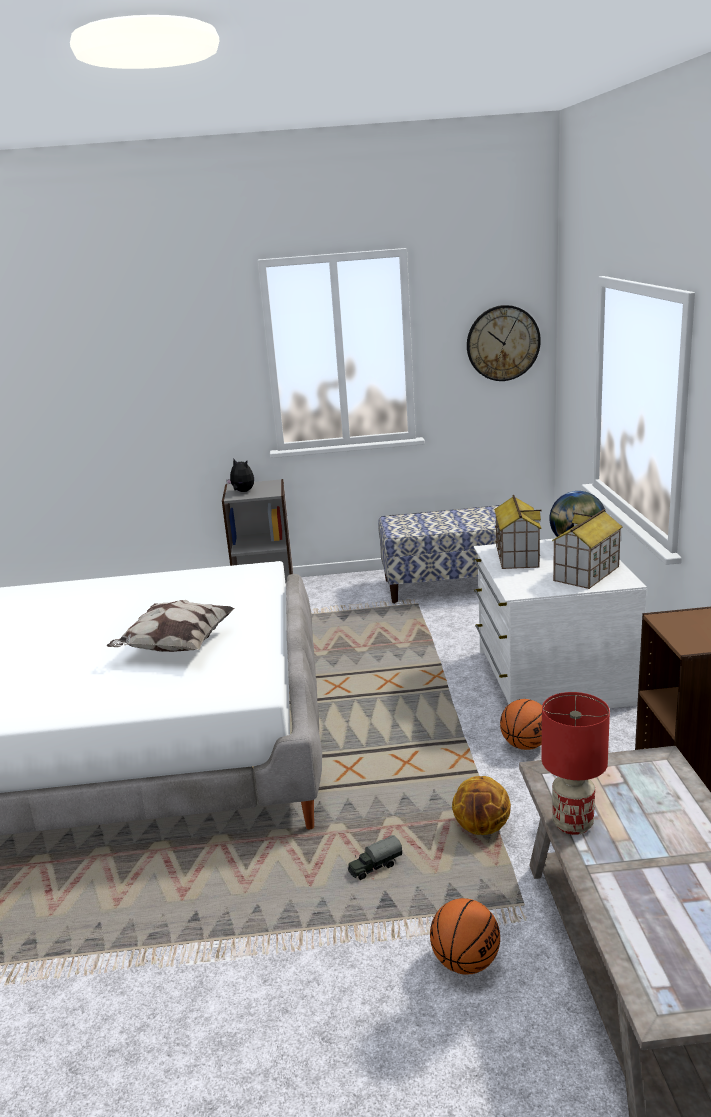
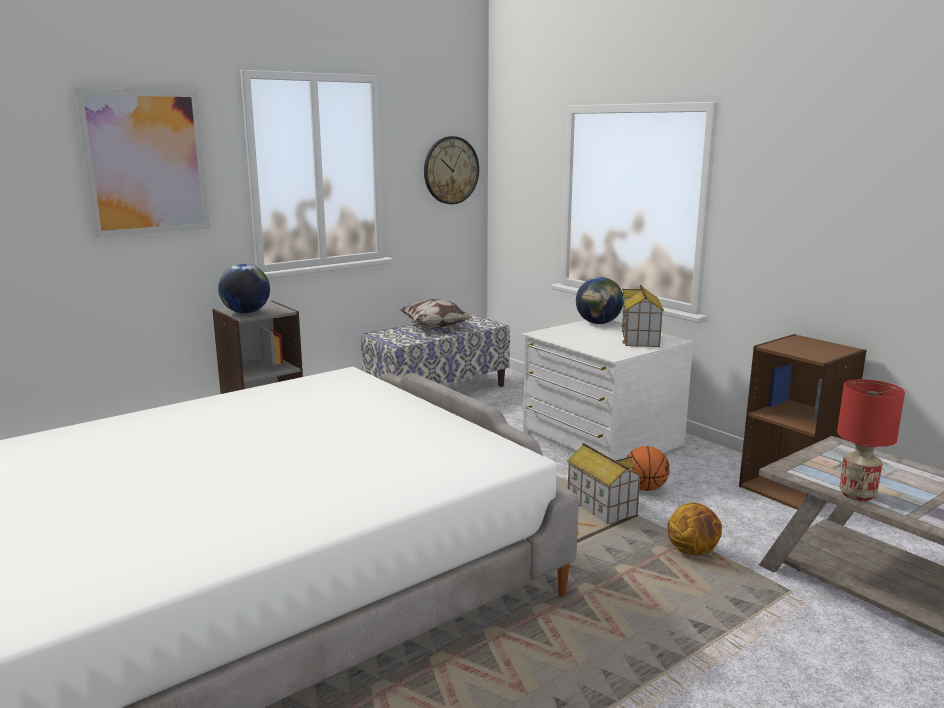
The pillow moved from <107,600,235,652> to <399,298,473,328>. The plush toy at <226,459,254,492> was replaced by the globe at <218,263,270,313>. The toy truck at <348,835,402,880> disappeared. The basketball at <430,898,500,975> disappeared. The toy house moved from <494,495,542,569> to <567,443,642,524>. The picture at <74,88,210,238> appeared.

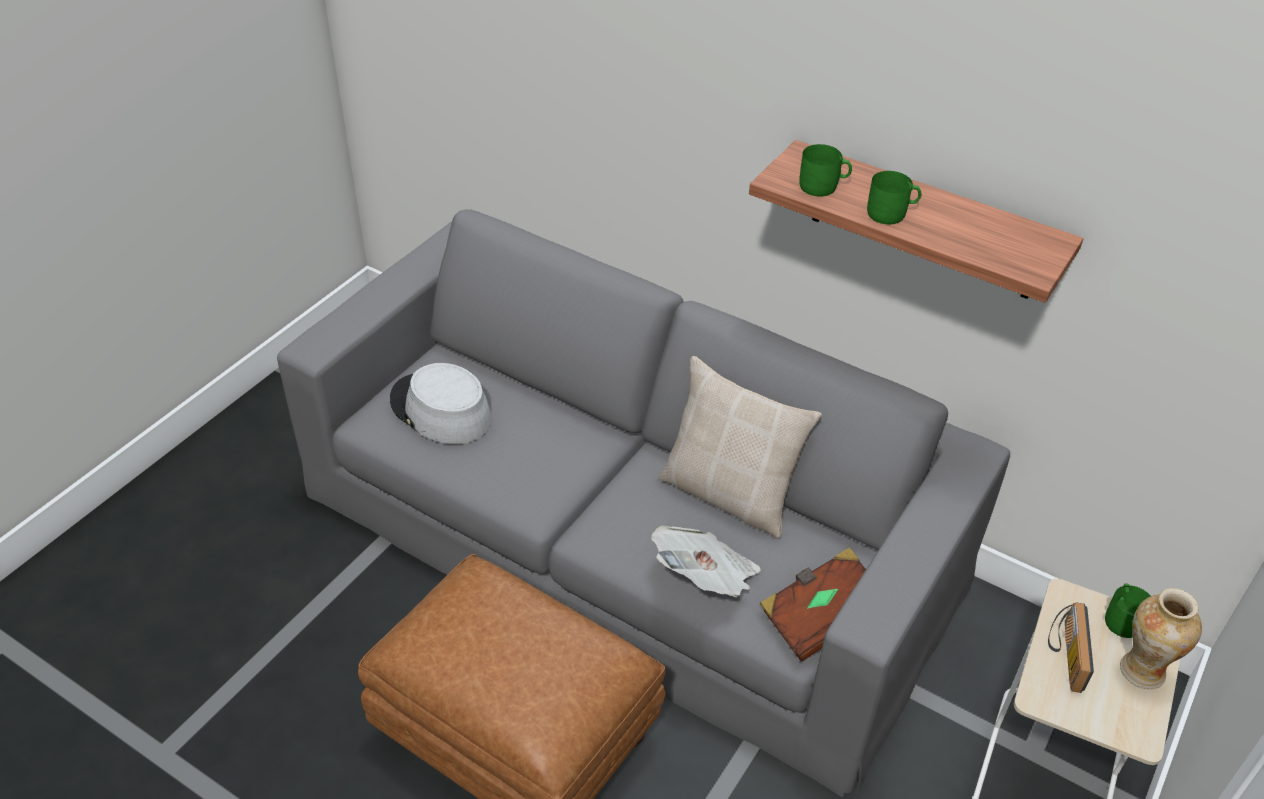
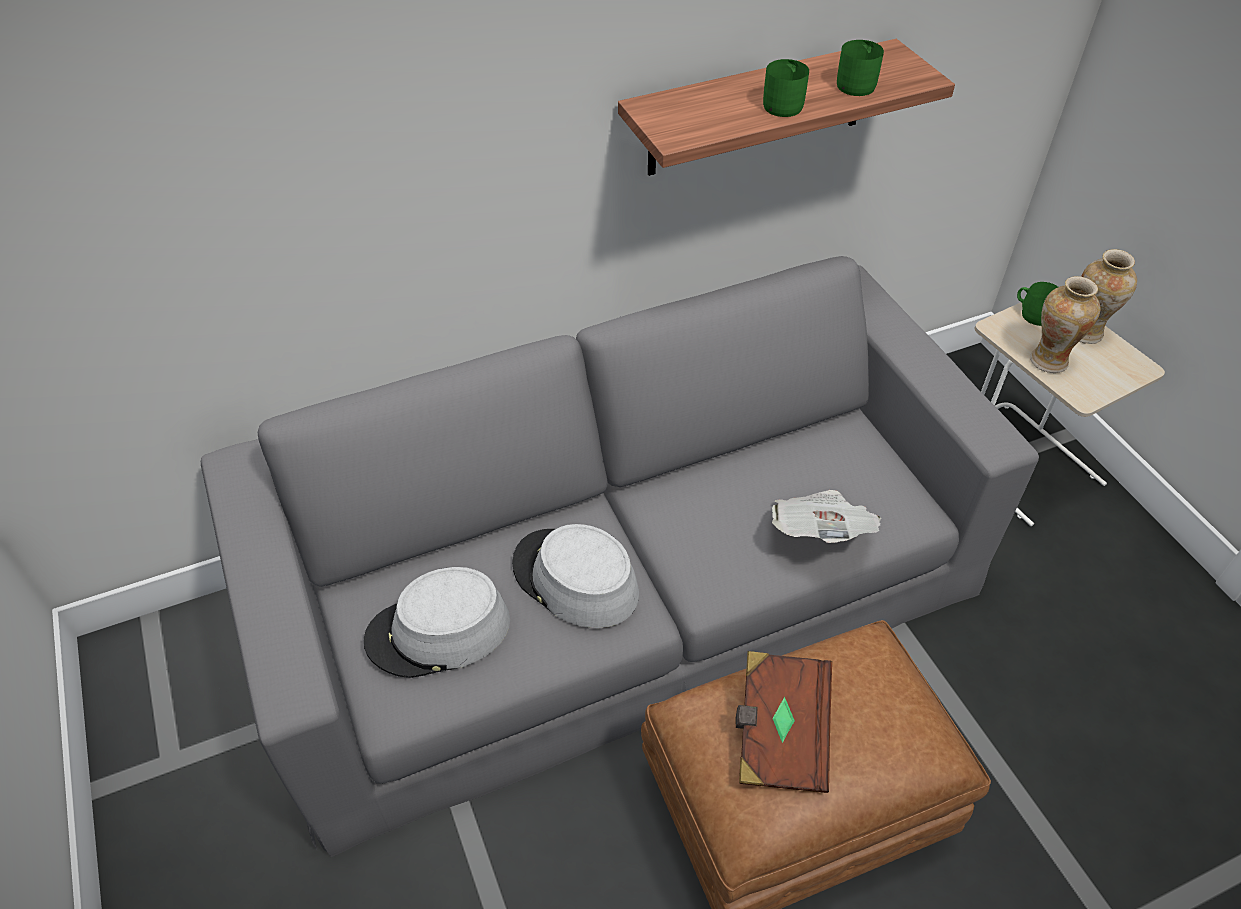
The beige pillow at <658,356,822,539> disappeared. The brown book moved from <760,547,866,662> to <736,651,832,793>. The green mug moved from <799,144,852,197> to <837,40,884,96>. The radio at <1048,602,1094,693> was replaced by the vase at <1030,276,1101,373>. The grey hat at <512,524,639,628> appeared.

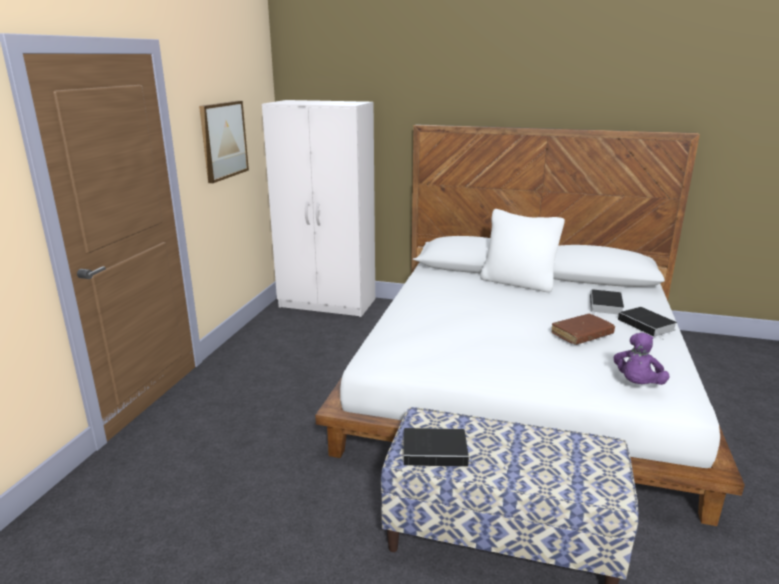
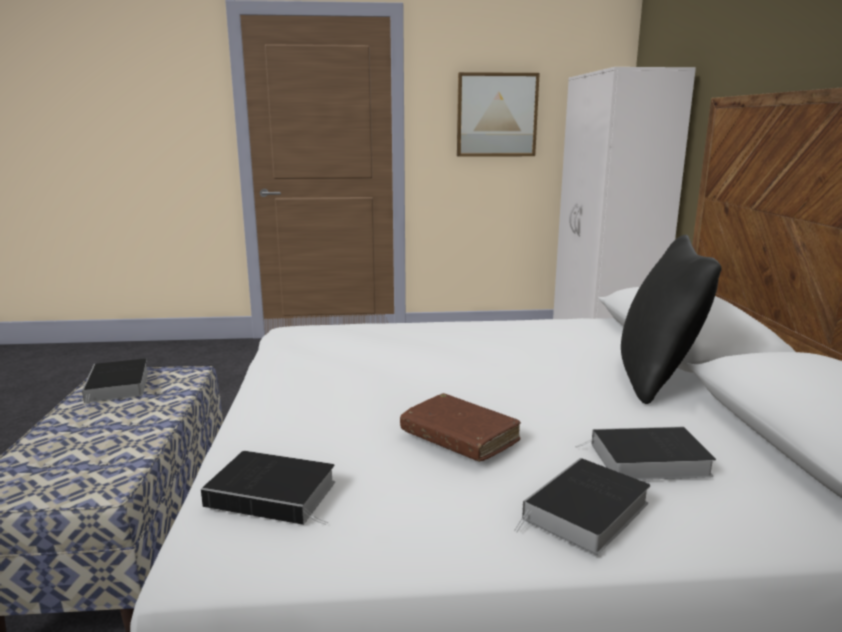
The white pillow at <480,209,565,292> became the black pillow at <621,235,722,404>. The purple plush toy at <613,333,670,385> was replaced by the book at <201,451,335,525>.

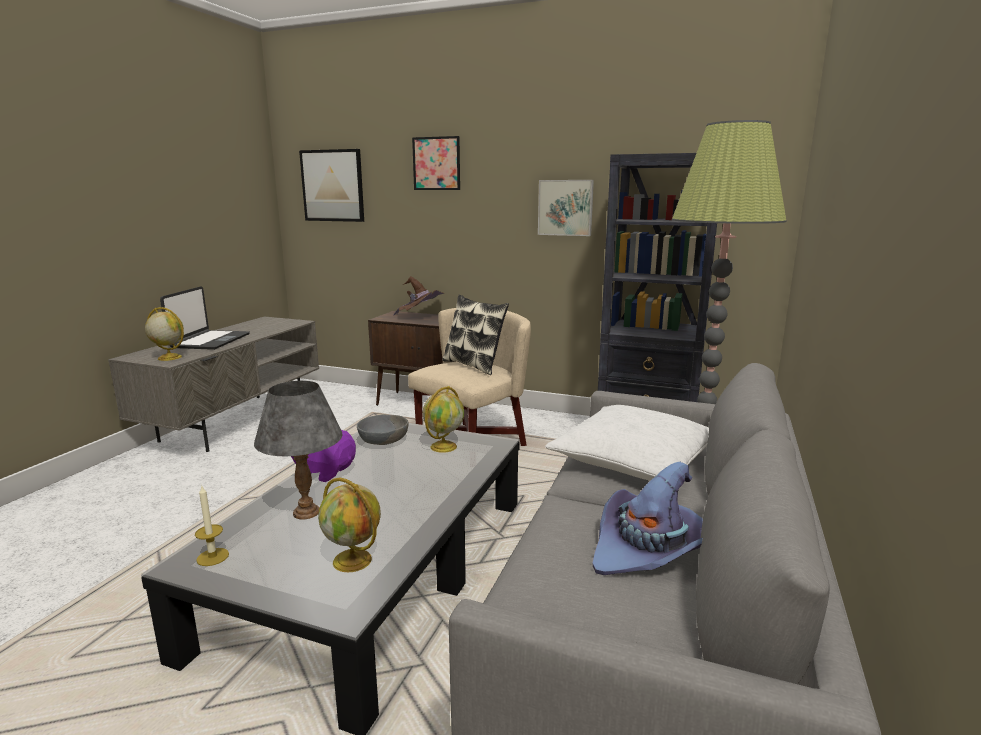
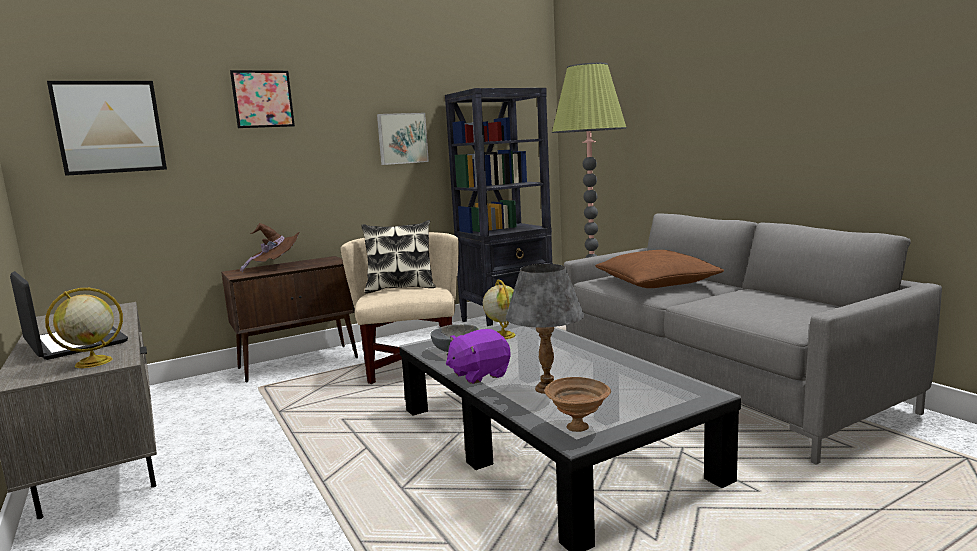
The candle at <195,486,229,566> was replaced by the brown bowl at <545,377,611,432>. The globe at <318,478,381,572> disappeared. The white pillow at <545,405,709,481> became the brown pillow at <595,250,724,288>. The purple hat at <593,462,703,575> disappeared.

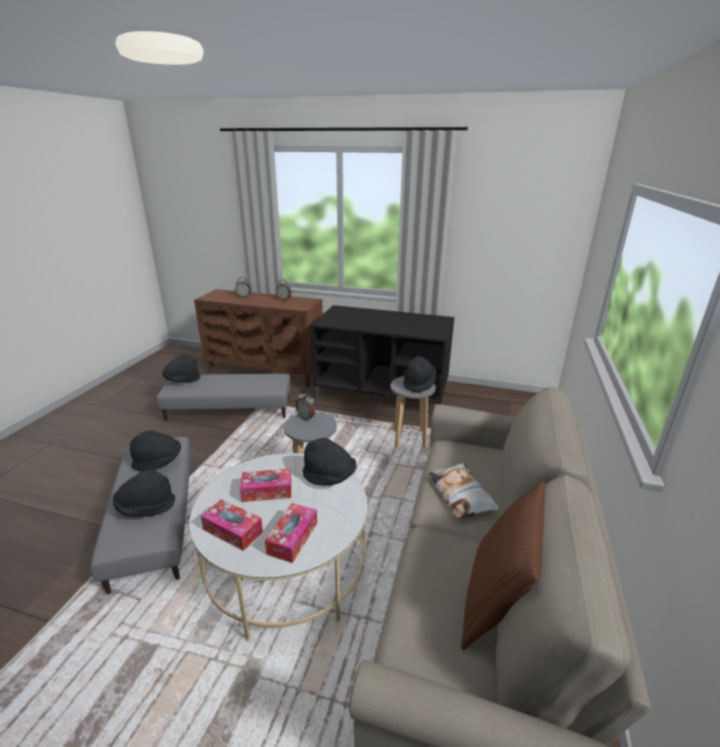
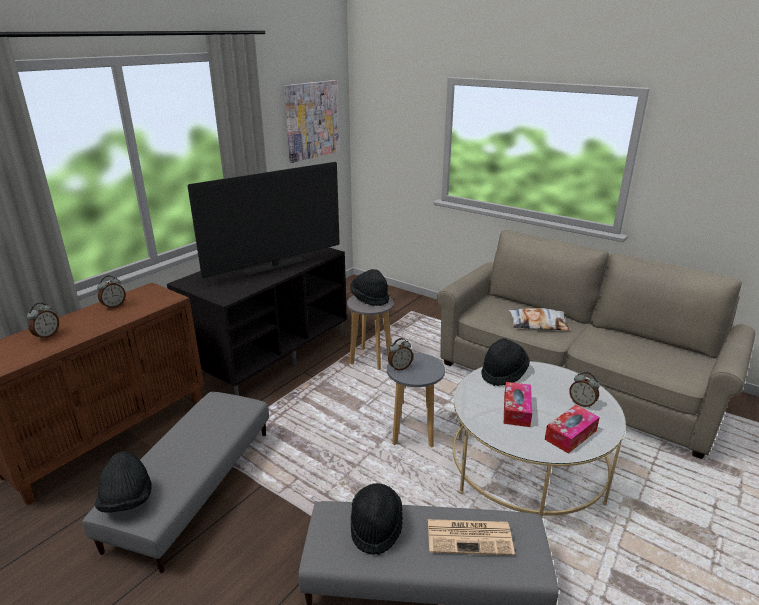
The black hat at <113,470,175,517> was replaced by the newspaper at <428,519,515,556>. The tissue box at <265,503,317,563> was replaced by the alarm clock at <569,372,600,408>. The brown pillow at <461,481,545,650> disappeared. The television at <187,162,340,279> appeared. The picture at <284,80,339,163> appeared.

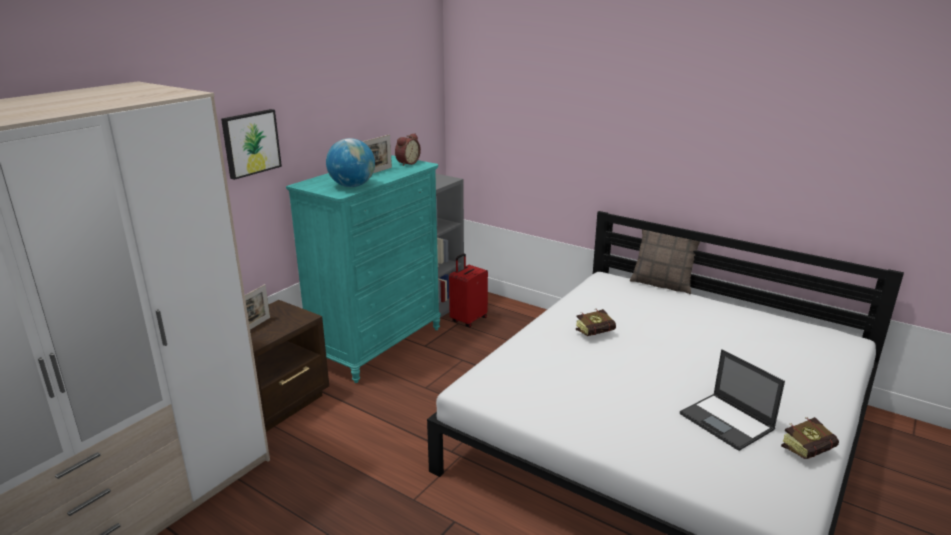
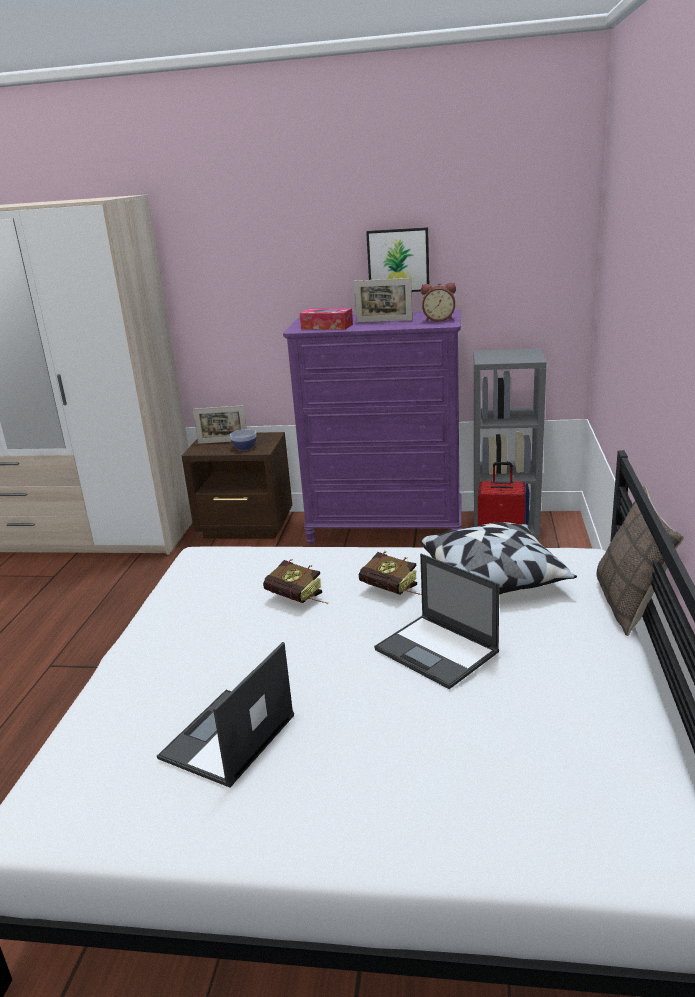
The picture moved from <221,109,282,180> to <366,227,429,292>. The turquoise dresser at <286,155,441,383> became the purple dresser at <283,310,462,545>. The globe at <326,138,375,187> was replaced by the tissue box at <300,308,353,330>. The book moved from <781,417,839,459> to <263,559,328,604>. The bowl at <230,429,256,450> appeared. The laptop at <374,554,499,689> appeared. The pillow at <420,522,577,595> appeared.

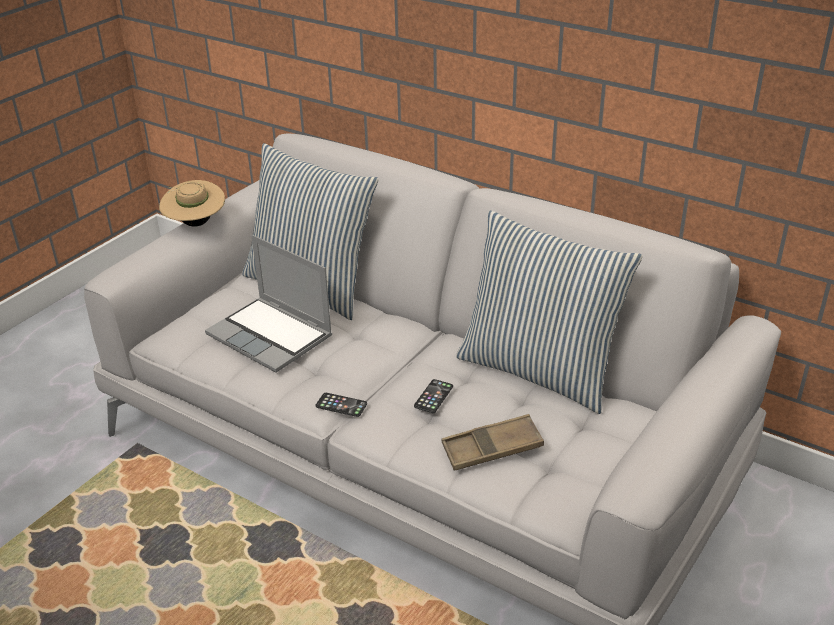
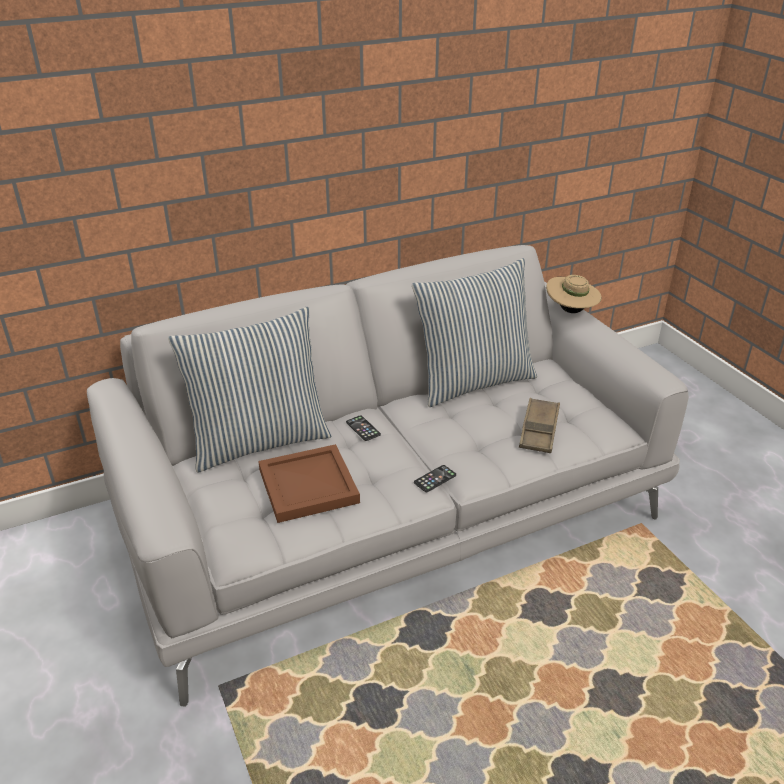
The beige hat moved from <159,180,225,227> to <546,275,602,313>. The laptop at <205,235,332,372> was replaced by the brown tray at <258,444,360,523>. The phone moved from <414,379,453,413> to <346,415,381,441>.

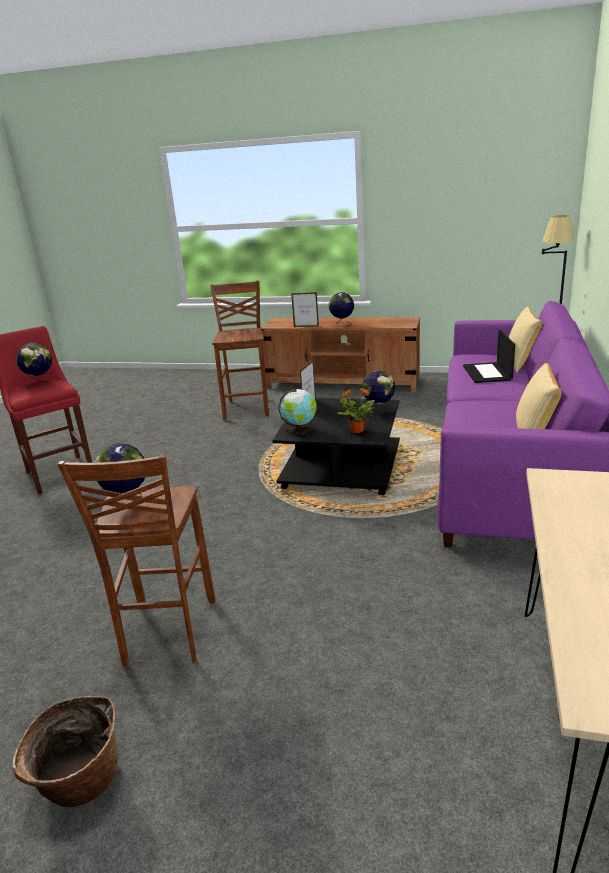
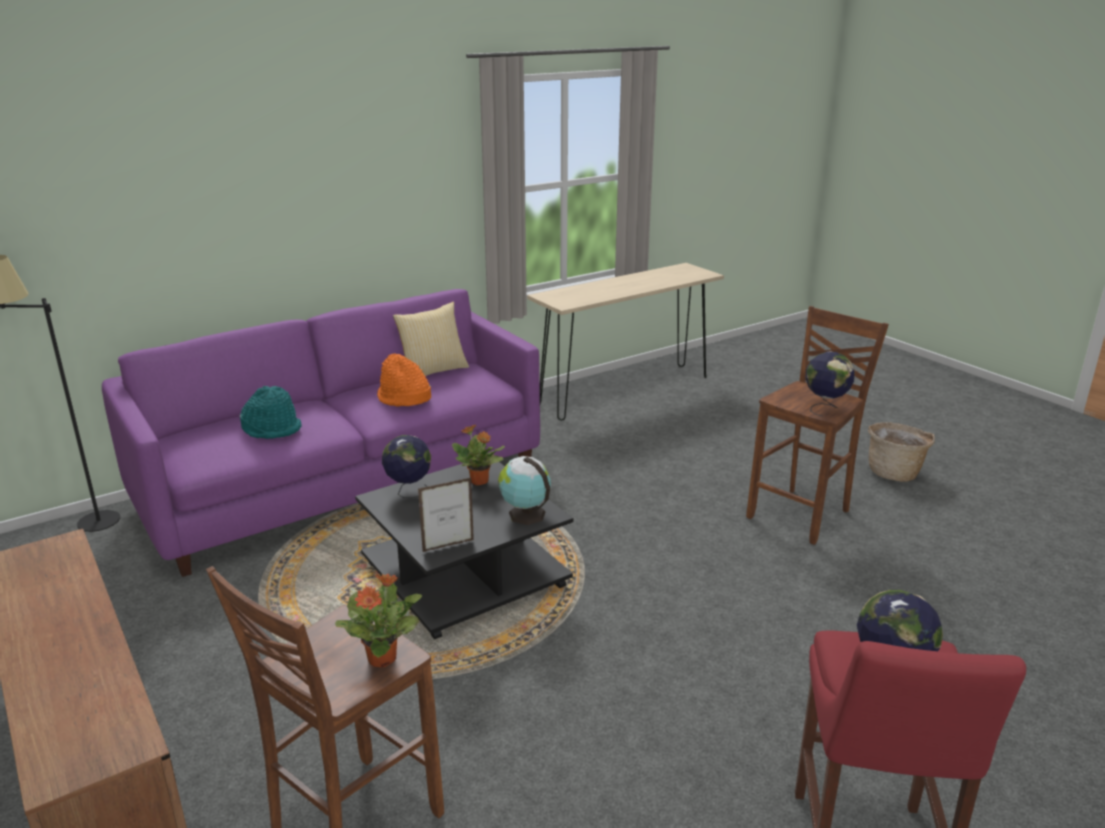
The picture frame at <291,292,319,327> disappeared. The globe at <329,292,354,327> disappeared. The laptop at <463,330,515,383> was replaced by the turquoise hat at <239,386,302,439>. The pillow at <509,307,542,373> disappeared. The potted plant at <335,574,422,667> appeared. The orange hat at <377,353,431,407> appeared.

